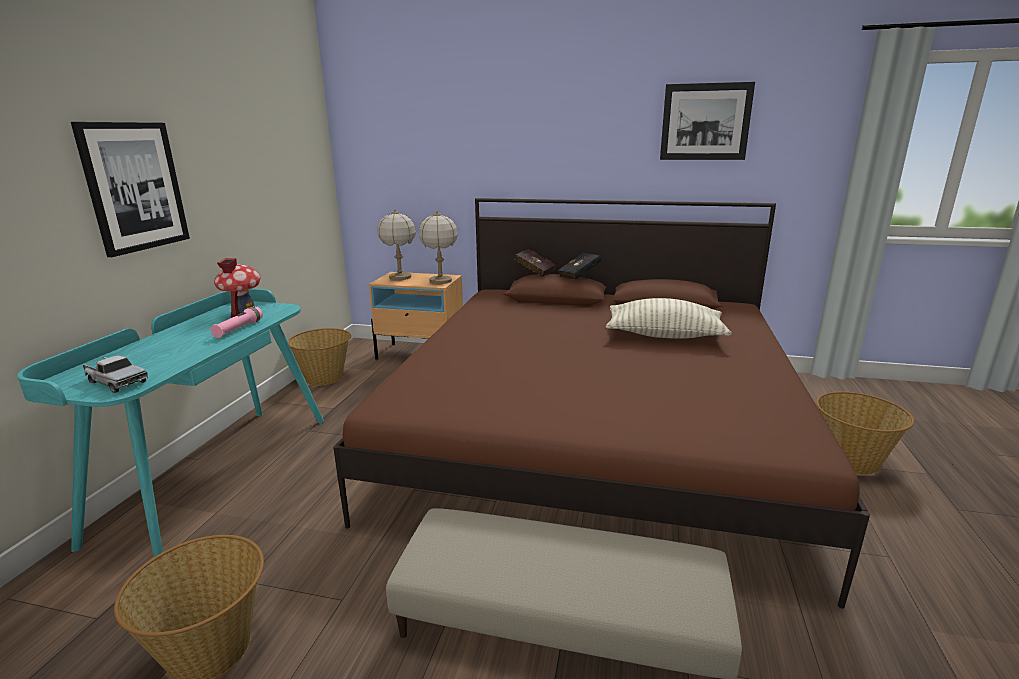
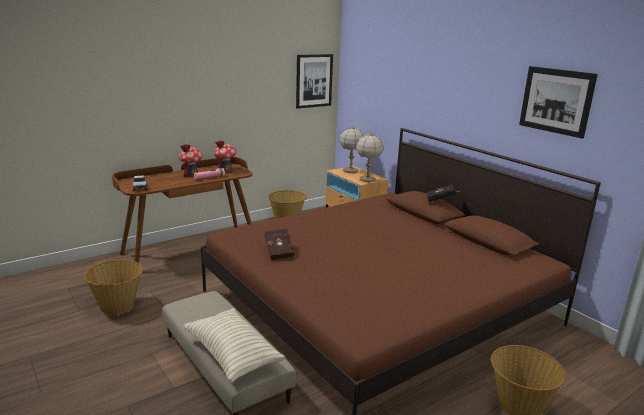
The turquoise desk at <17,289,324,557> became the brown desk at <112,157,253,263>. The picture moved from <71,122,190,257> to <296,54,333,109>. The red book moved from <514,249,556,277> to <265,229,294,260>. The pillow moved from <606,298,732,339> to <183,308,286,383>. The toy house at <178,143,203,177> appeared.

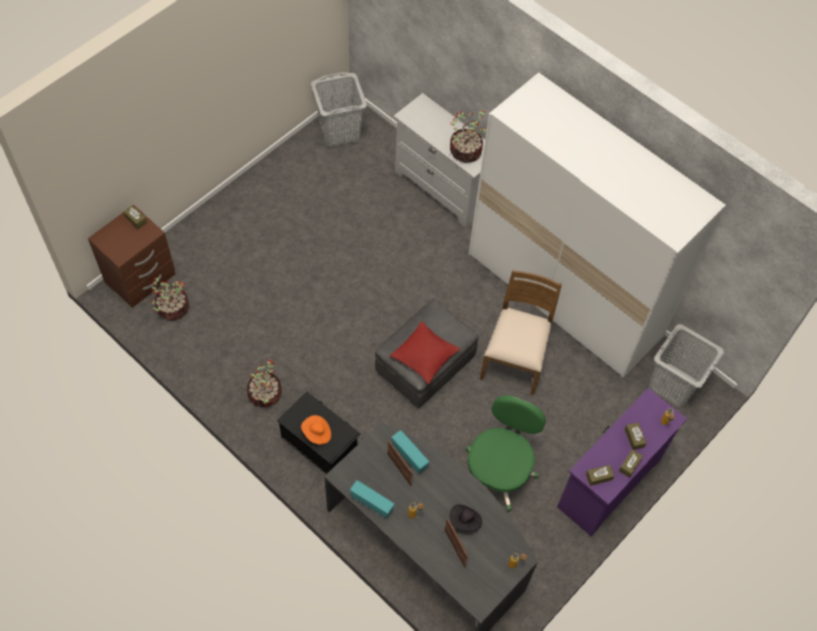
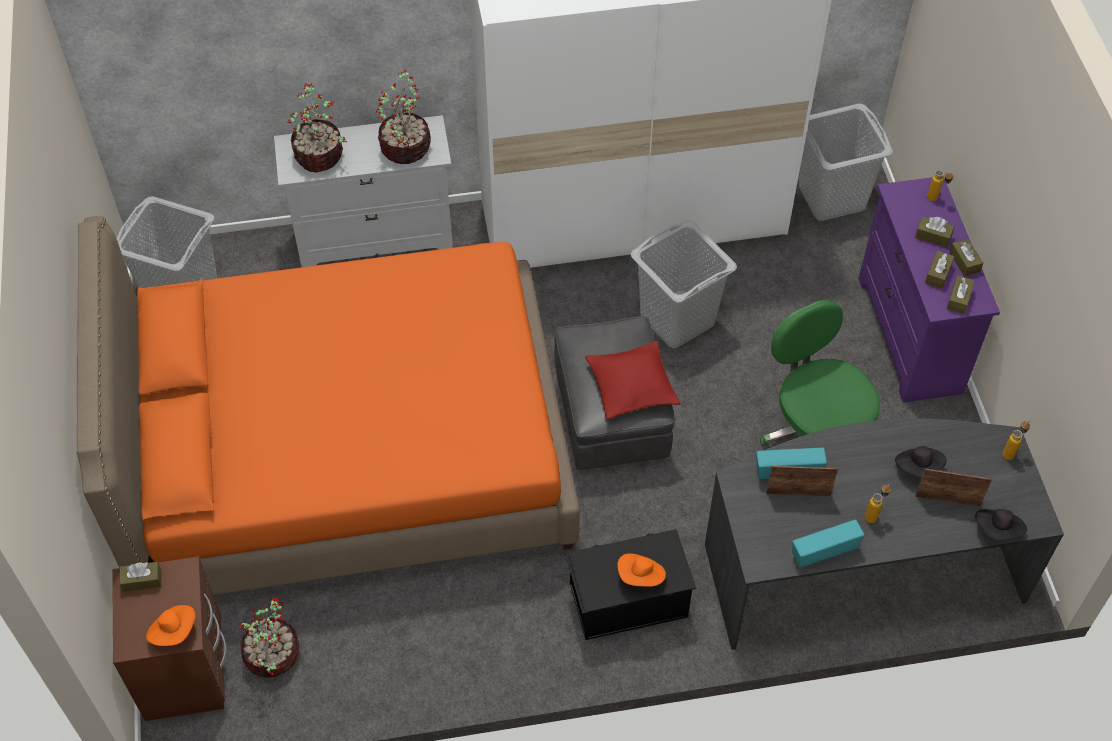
The potted plant moved from <247,360,282,407> to <287,83,347,173>. The brown chair at <480,270,562,395> was replaced by the grey laundry basket at <631,220,737,348>. The orange bed at <77,216,580,595> appeared. The orange hat at <146,605,195,646> appeared. The brown tissue box at <925,251,954,289> appeared. The black hat at <975,509,1027,541> appeared.

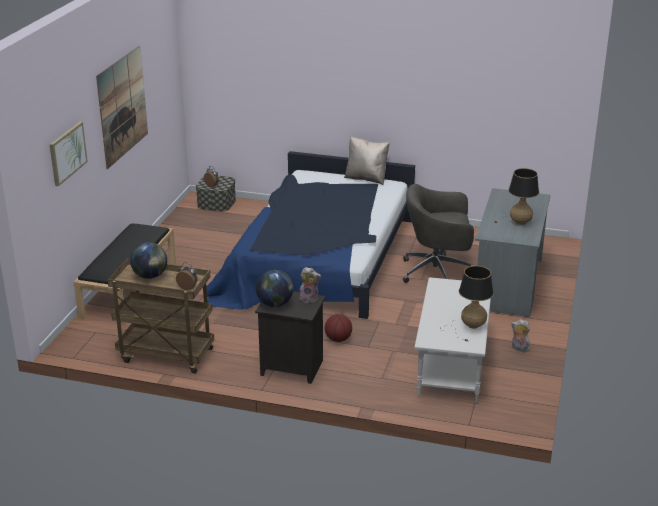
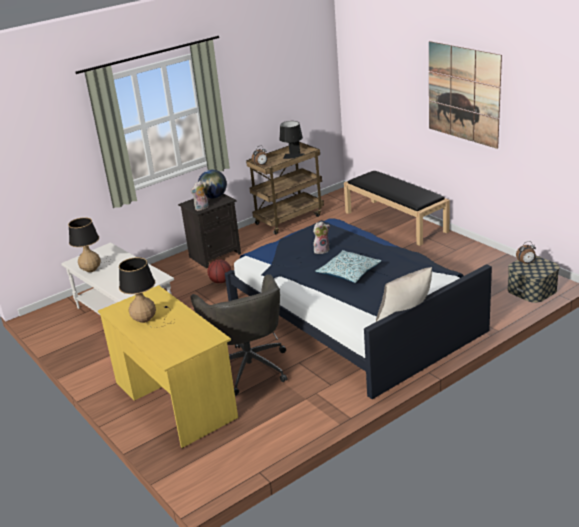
The picture at <49,122,88,186> disappeared. The globe at <130,242,167,279> was replaced by the black table lamp at <280,121,304,159>. The grey office chair at <403,184,474,283> turned 120 degrees clockwise. The grey desk at <475,188,550,317> became the yellow desk at <98,285,238,448>. The plush toy moved from <511,319,530,352> to <313,221,330,254>. The pillow at <315,250,382,283> appeared.

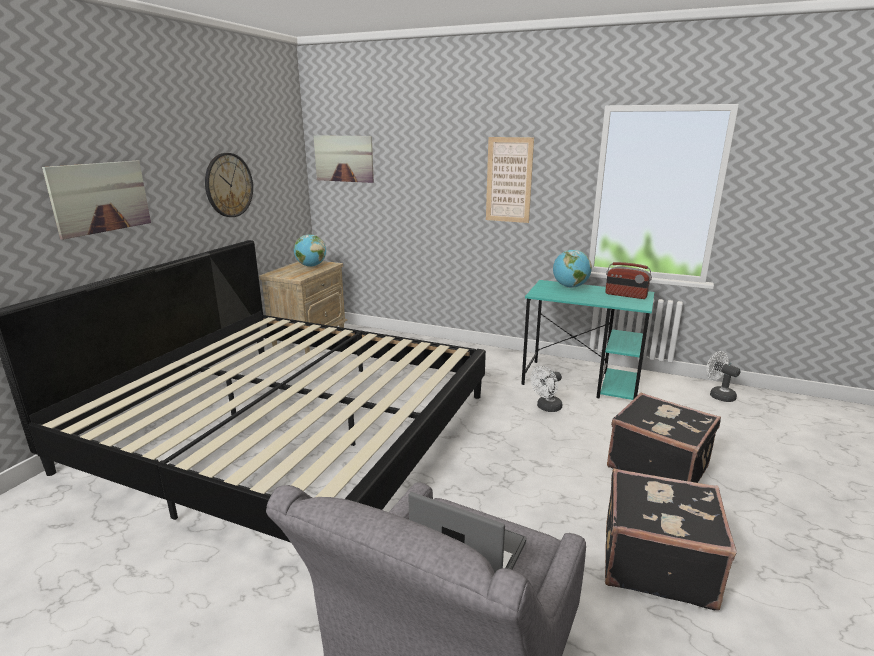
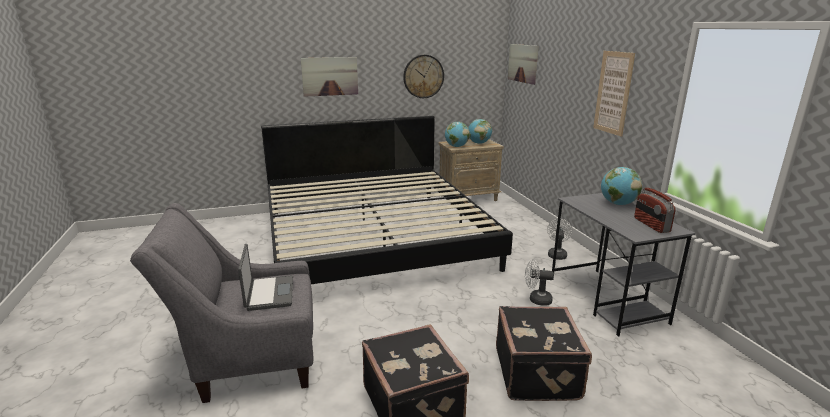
The turquoise desk at <521,280,654,400> became the grey desk at <552,193,695,337>. The white fan moved from <706,351,740,402> to <547,219,573,260>. The globe at <445,122,470,147> appeared.

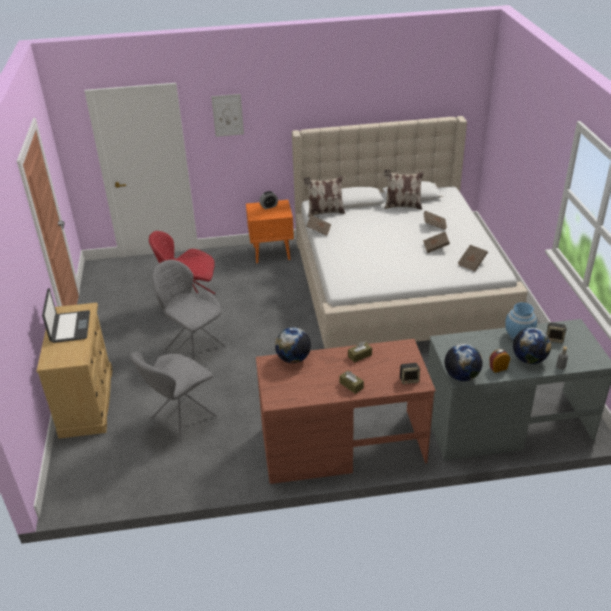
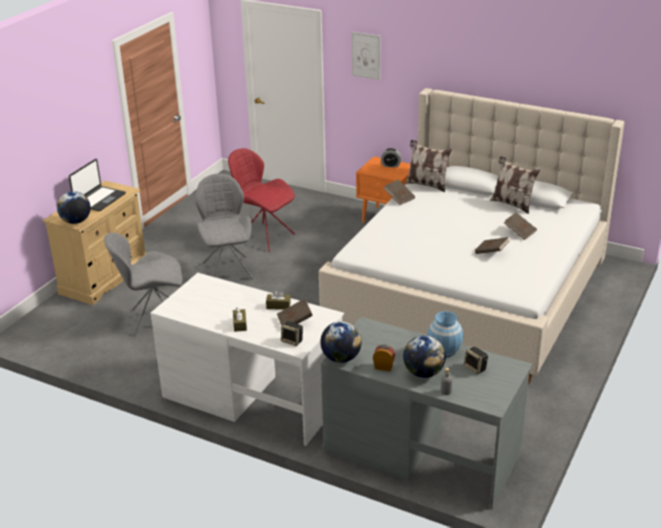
The brown desk at <256,339,436,484> became the white desk at <150,273,344,446>. The globe moved from <275,327,311,363> to <57,191,91,224>. The brown book moved from <458,245,488,271> to <277,298,313,326>.

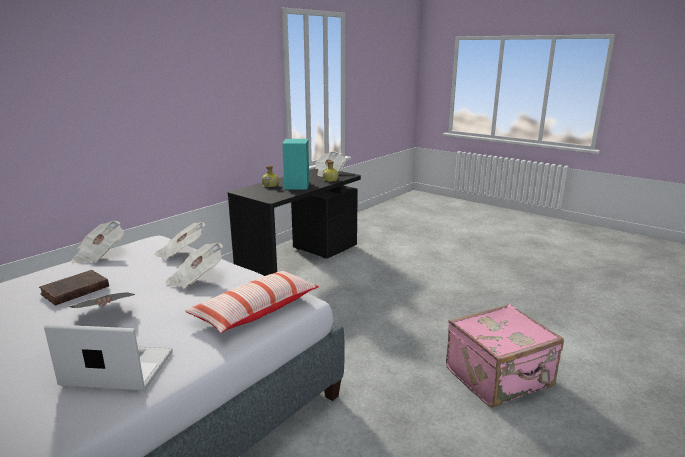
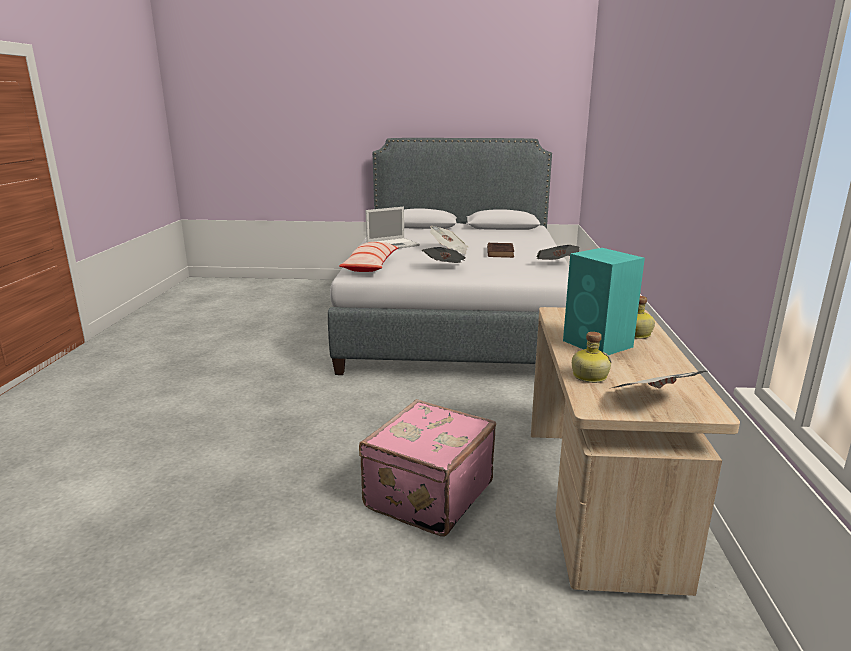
The newspaper at <155,222,205,260> disappeared. The black desk at <228,168,361,276> became the beige desk at <531,307,740,596>. The pink suitcase moved from <446,304,564,408> to <359,399,496,537>.

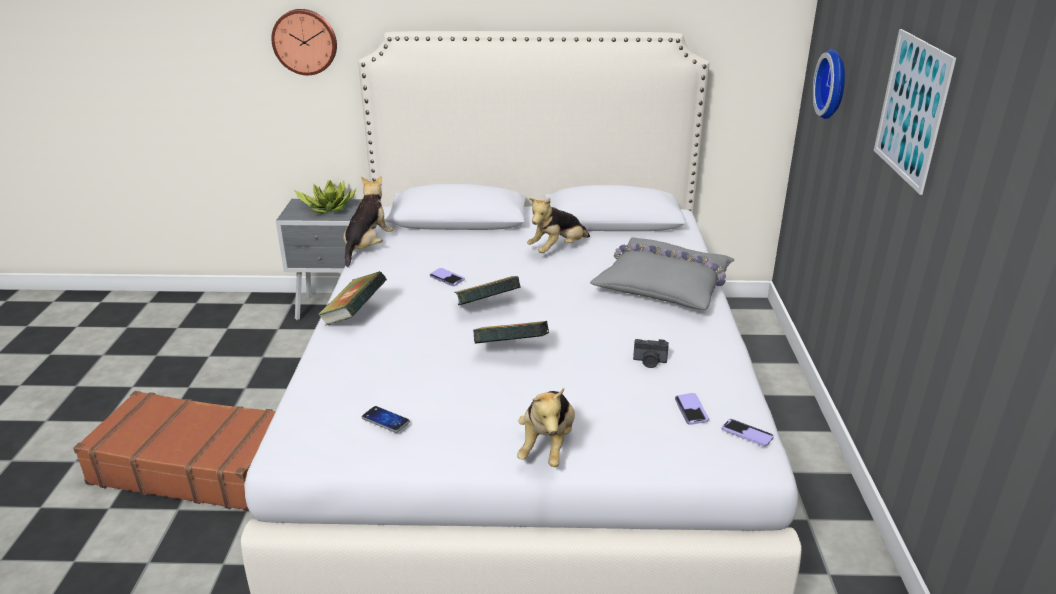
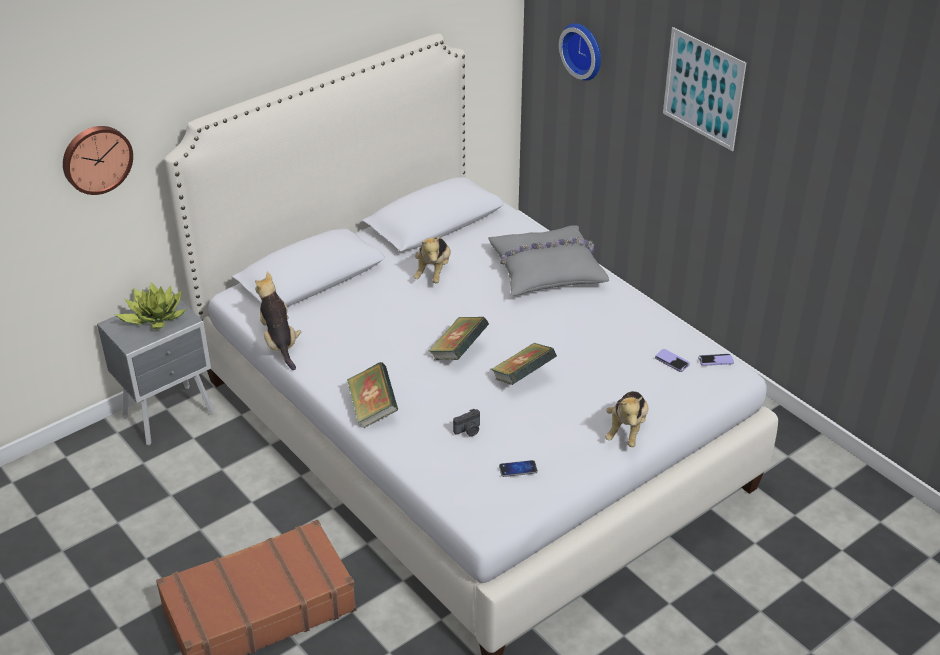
The phone at <430,268,465,286> disappeared. The plush toy at <517,388,575,467> turned 45 degrees clockwise. The photo camera moved from <633,339,669,368> to <453,409,480,437>.

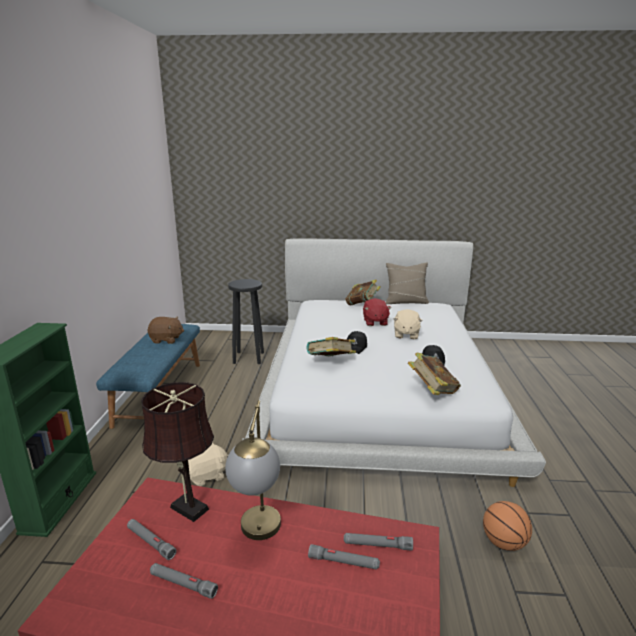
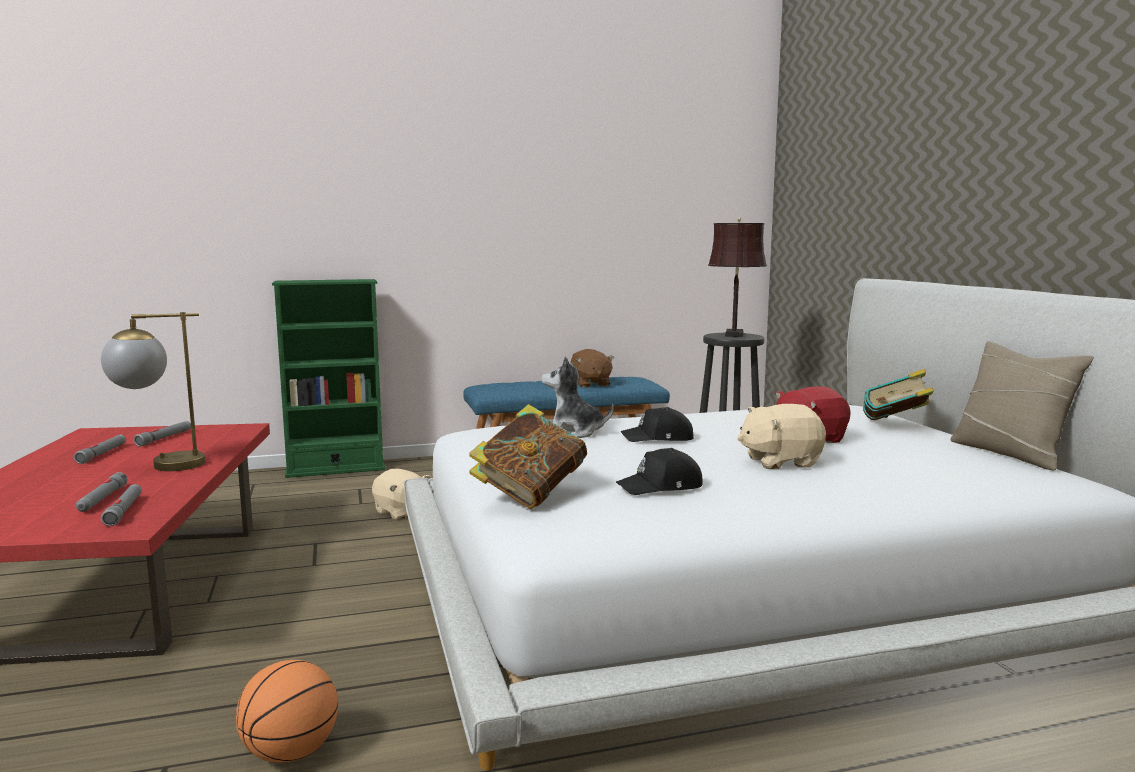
The brown table lamp moved from <141,382,214,522> to <708,217,767,337>. The book at <306,337,356,356> was replaced by the plush toy at <541,357,614,438>.

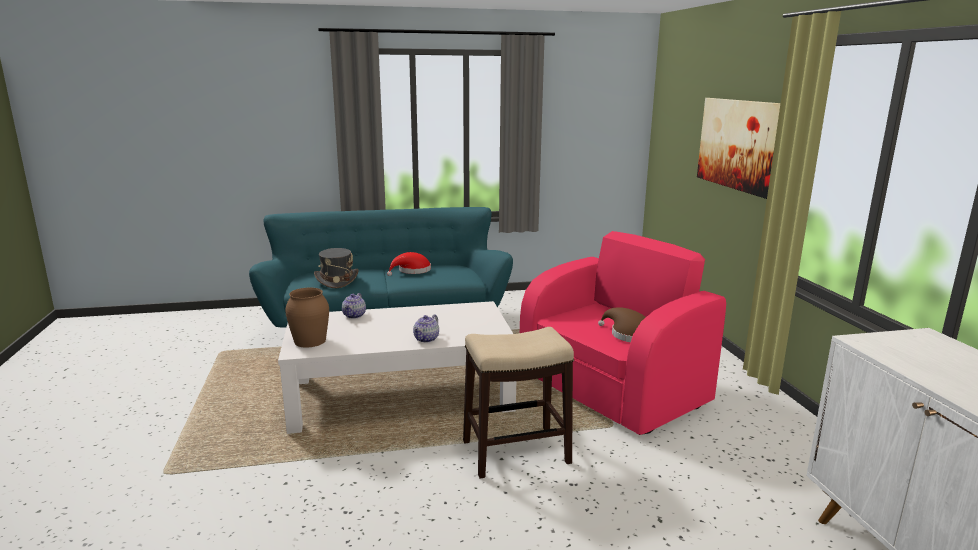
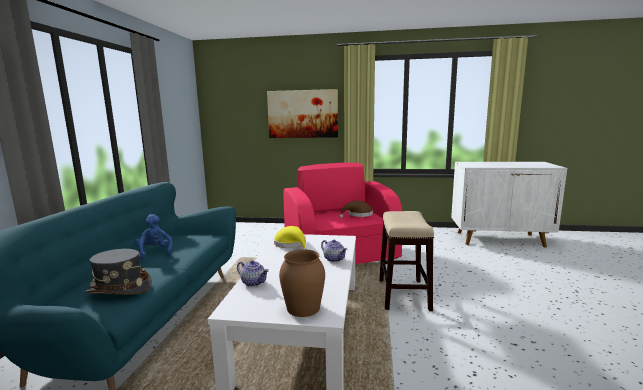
The red hat at <387,252,431,276> was replaced by the blue plush toy at <135,214,173,259>. The yellow hat at <274,226,307,249> appeared.

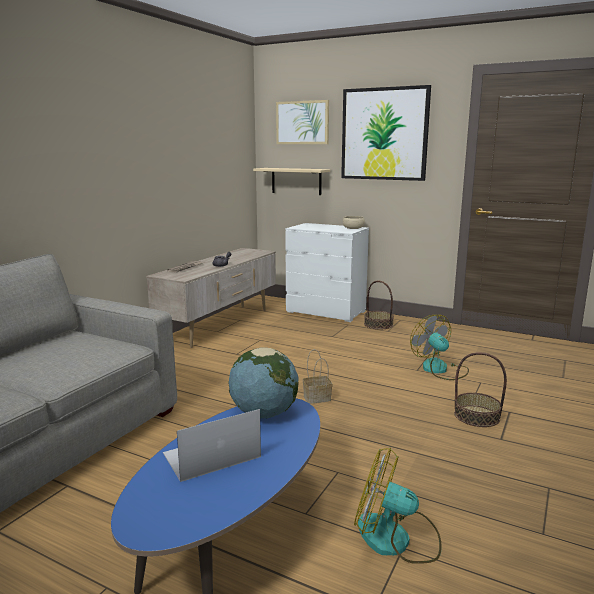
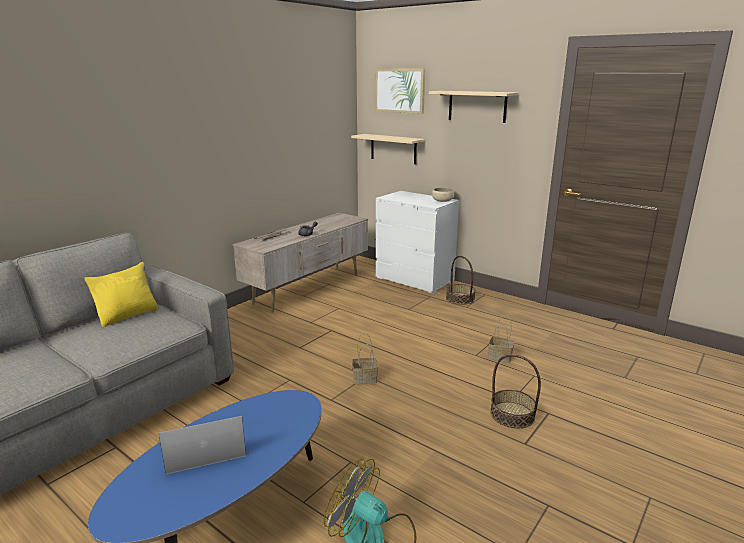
The globe at <228,347,298,419> disappeared. The picture at <341,85,431,181> was replaced by the beige shelf at <429,91,519,123>. The fan at <410,315,469,380> was replaced by the basket at <489,315,515,363>. The yellow pillow at <84,262,159,327> appeared.

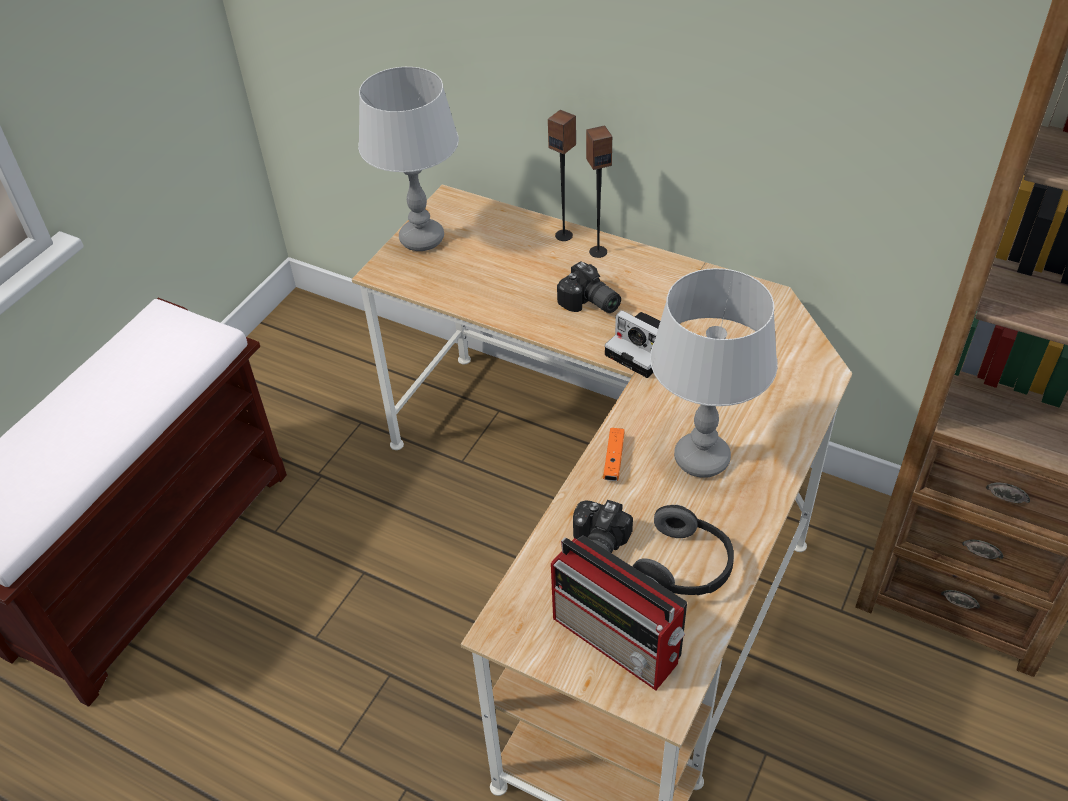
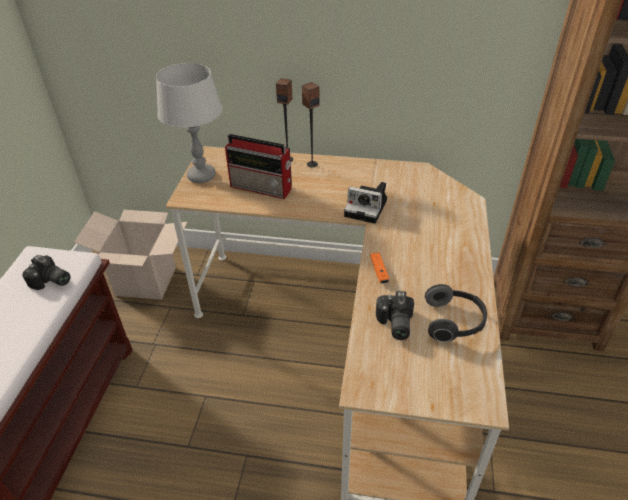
The radio moved from <551,535,687,690> to <225,134,292,199>. The photo camera moved from <557,261,621,313> to <22,255,70,290>. The grey table lamp at <650,268,778,478> disappeared. The cardboard box at <74,210,187,300> appeared.

